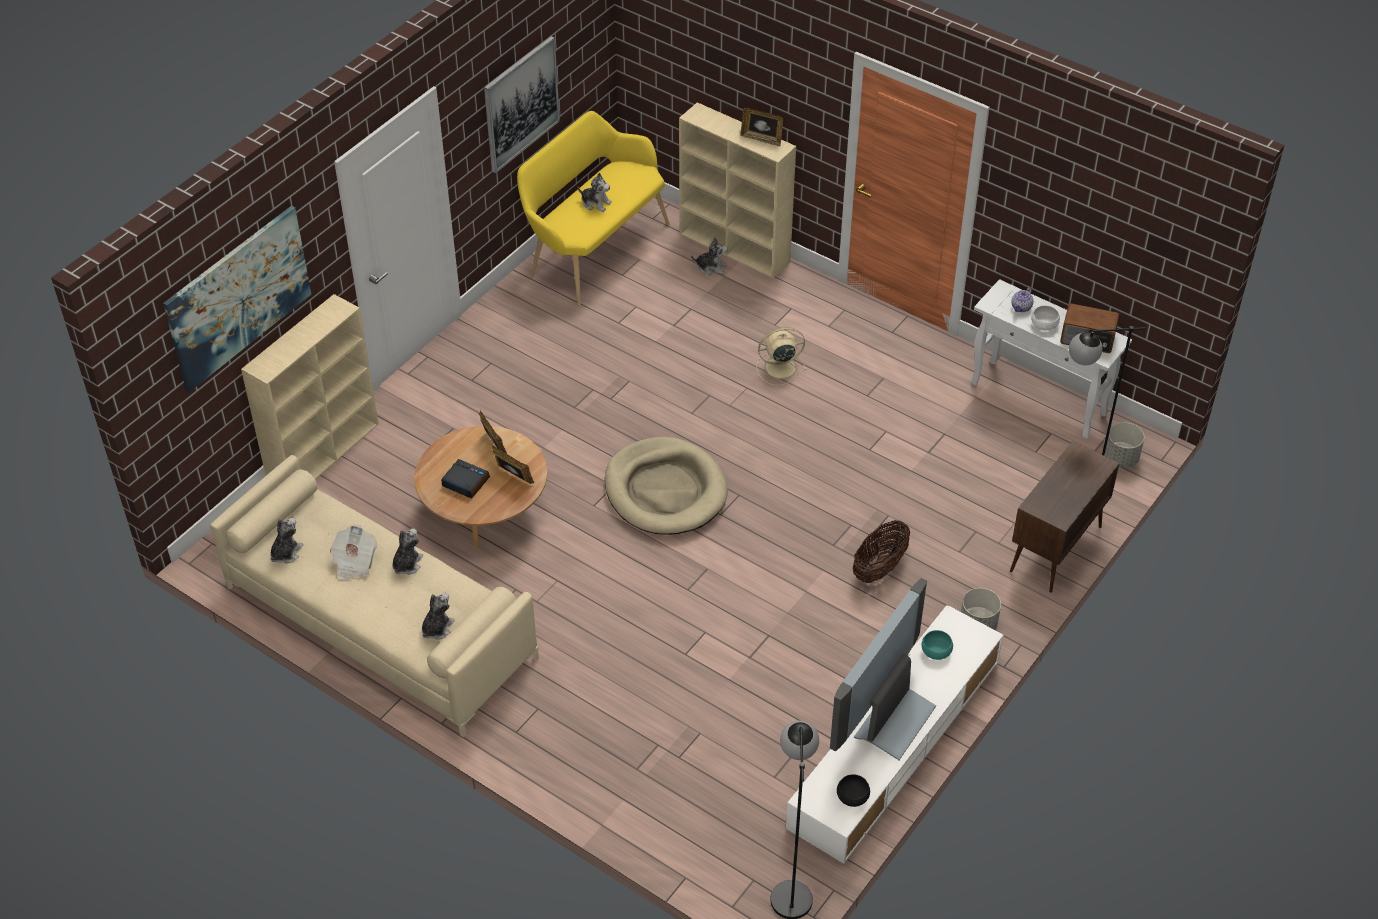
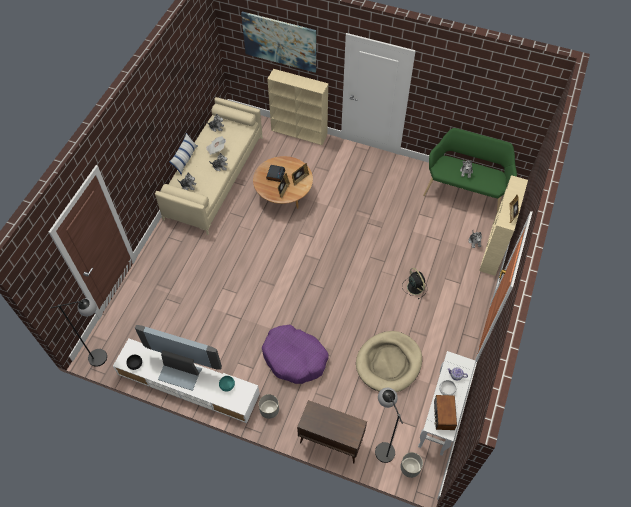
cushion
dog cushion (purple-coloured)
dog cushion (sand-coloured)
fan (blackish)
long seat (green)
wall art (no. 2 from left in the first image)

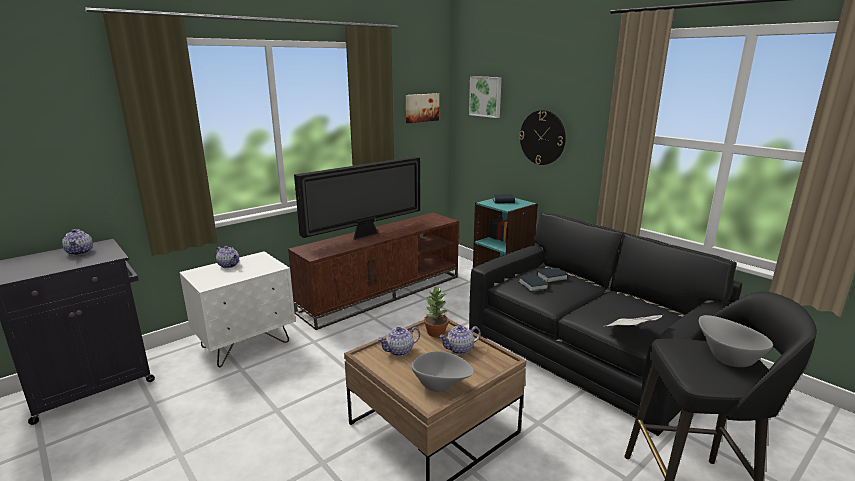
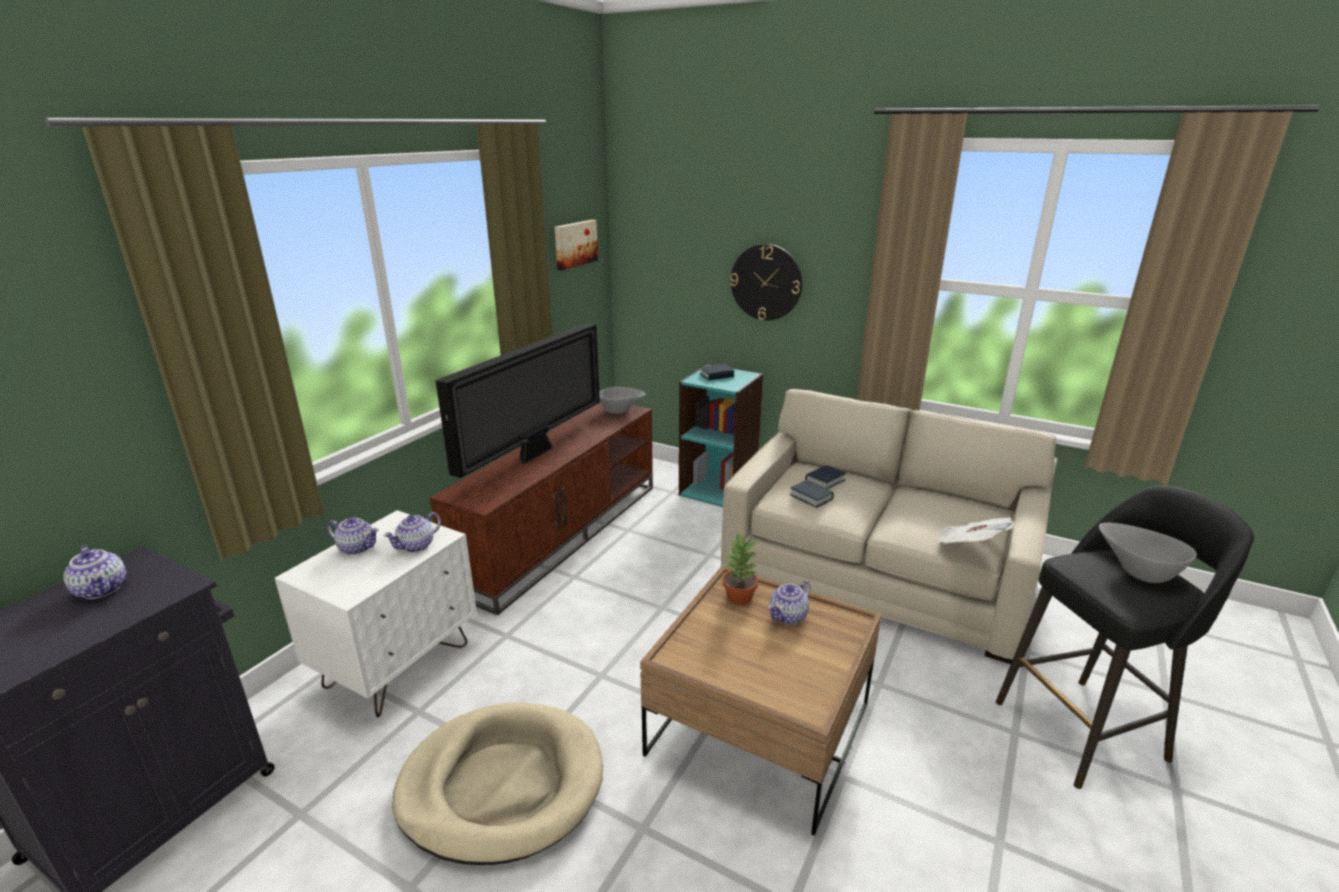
tea pot (no. 3 from left)
dog cushion (sand-coloured)
deep dish (greyish) (no. 1 from left)
couch (sand-coloured)
wall art (no. 2 from left in the first image)

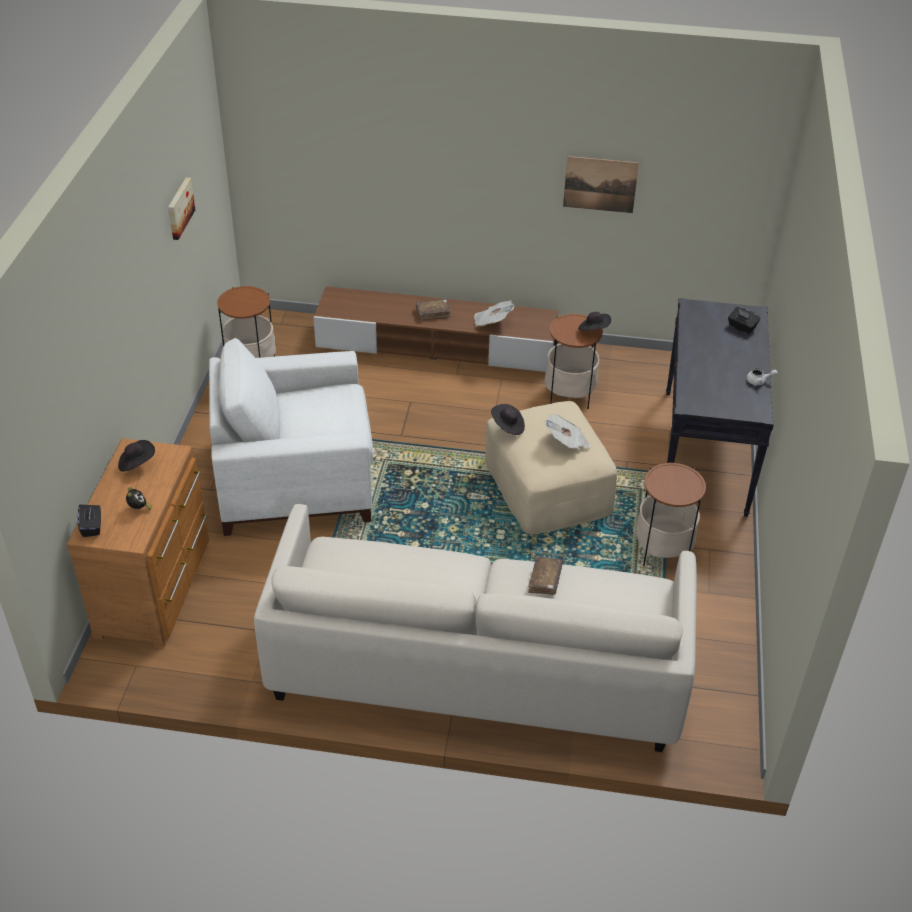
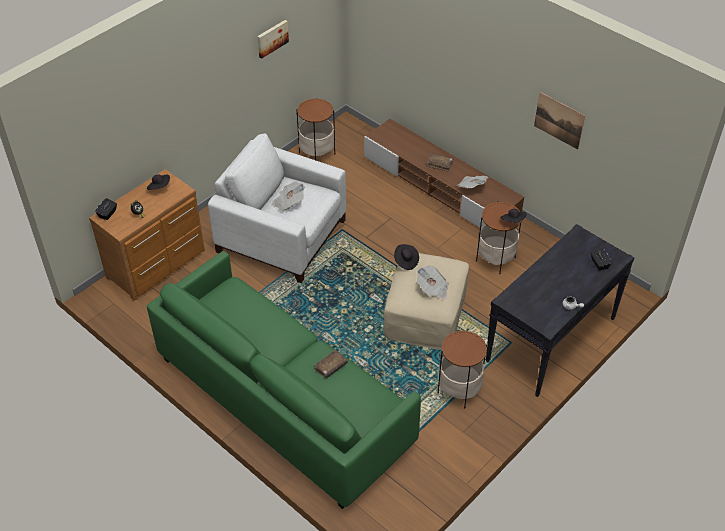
couch (green)
newspaper (no. 1 from left)

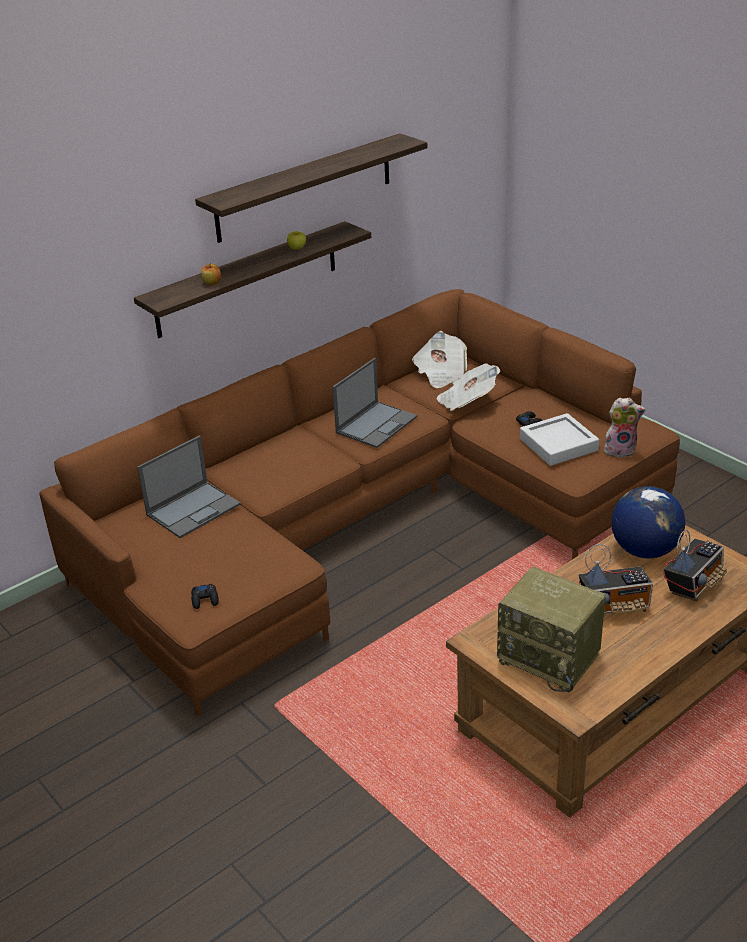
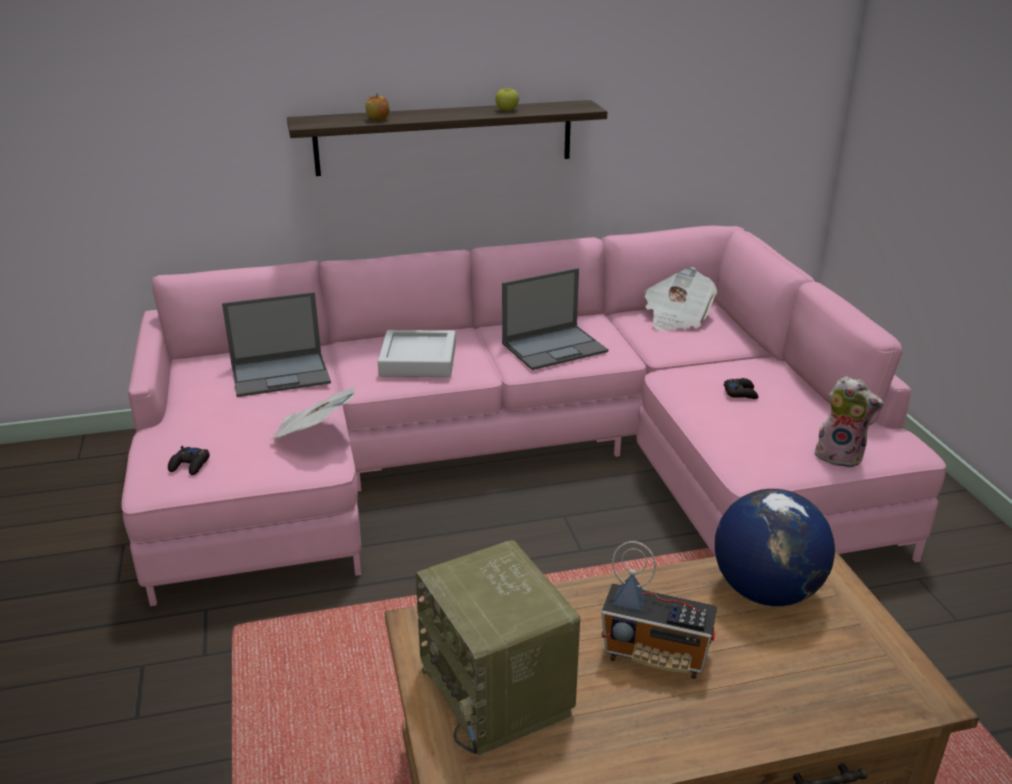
couch (pink)
newspaper (no. 1 from left)
serving tray (greyish)
wall shelf (no. 2 from left in the first image)
radio (no. 3 from left in the first image)

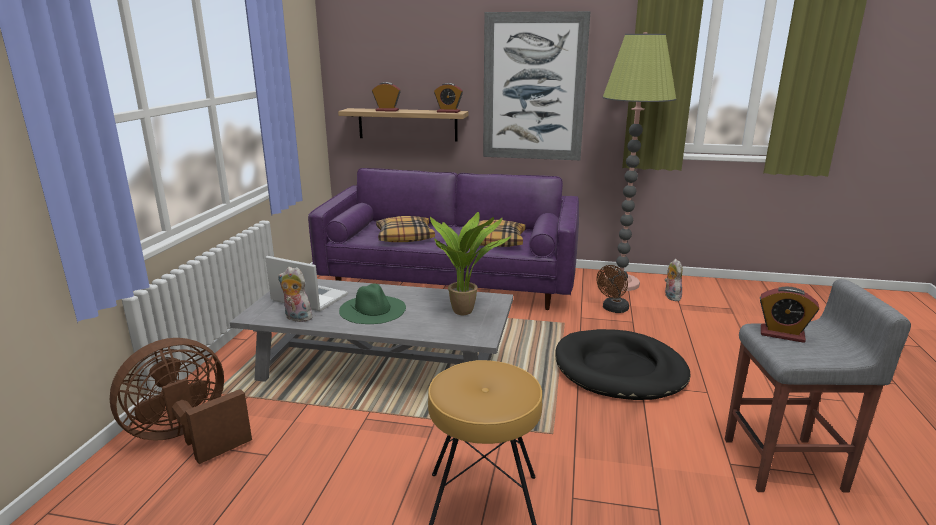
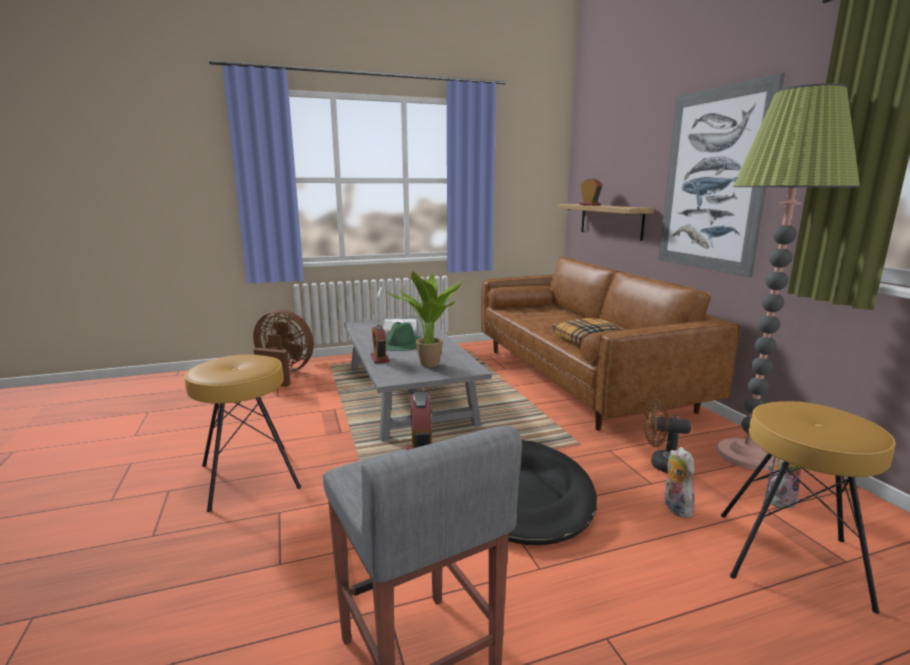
alarm clock (no. 1 from left)
couch (brown-coloured)
cuddly toy (no. 1 from left)
stool (brown-coloured) (no. 2 from left)
cushion (no. 1 from left in the first image)

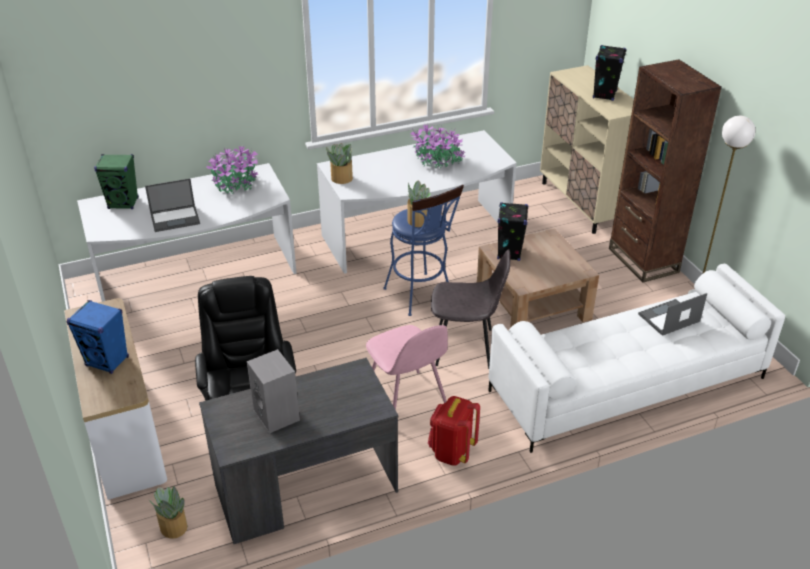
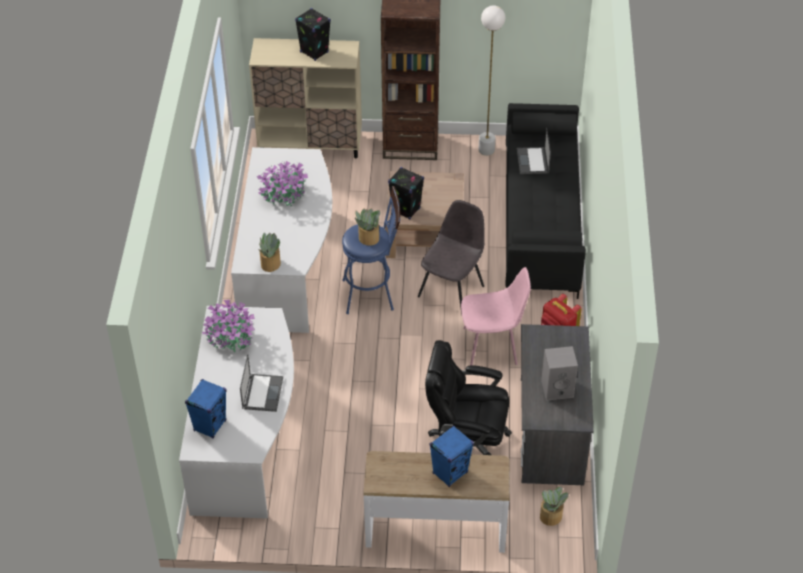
audio speaker (blue-coloured) (no. 1 from left)
couch (blackish)

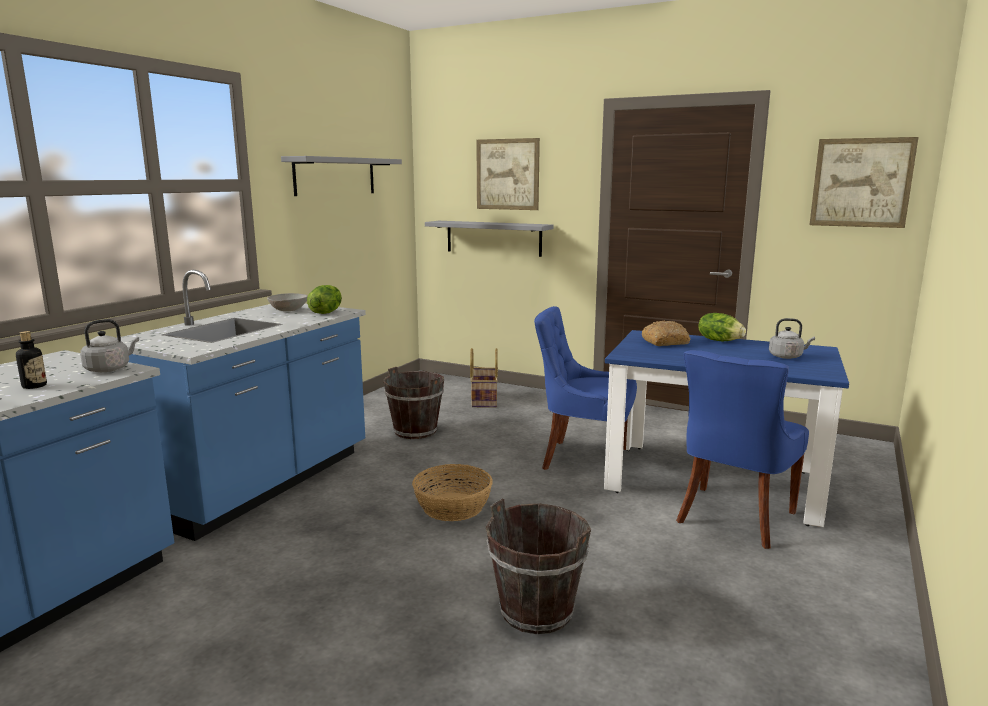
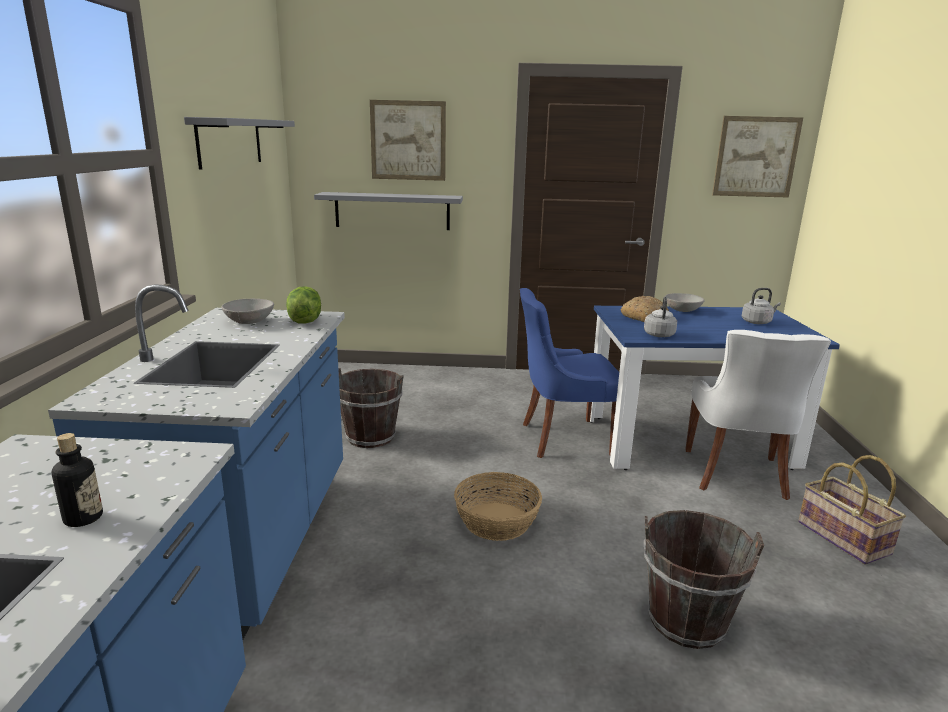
water kettle (greyish) (no. 1 from left)
deep dish (greyish) (no. 2 from left)
upright chair (white)
basket (no. 2 from left)

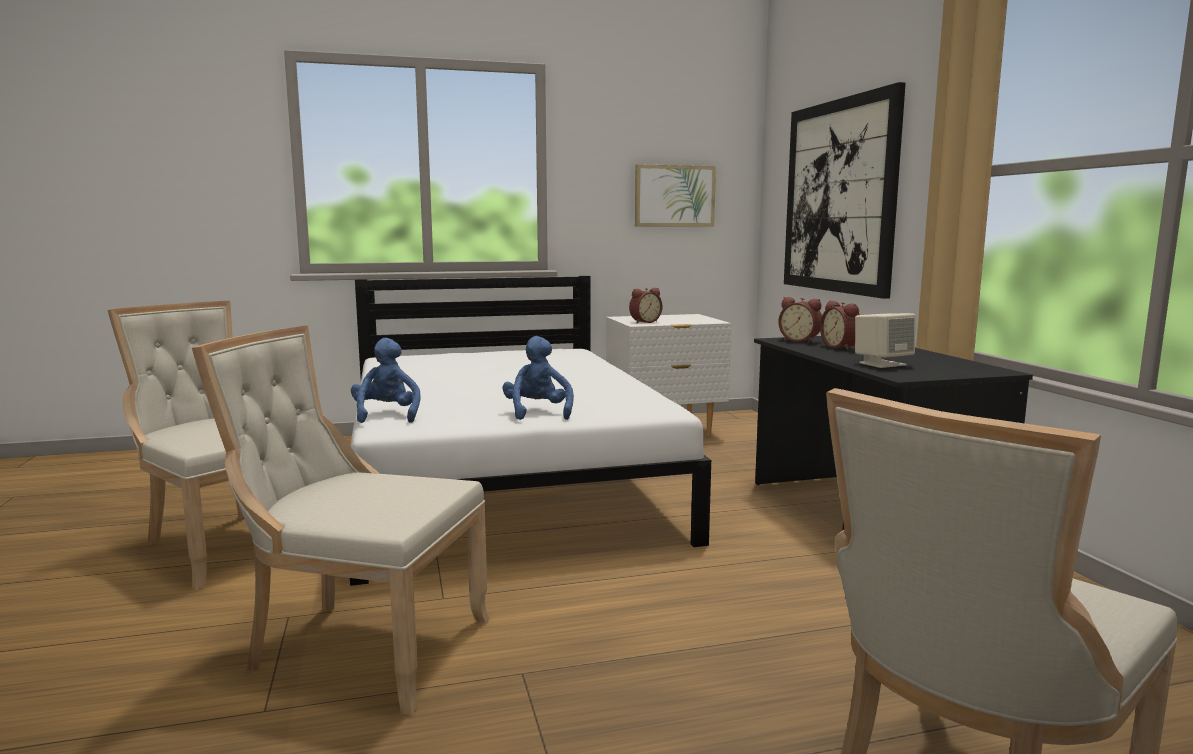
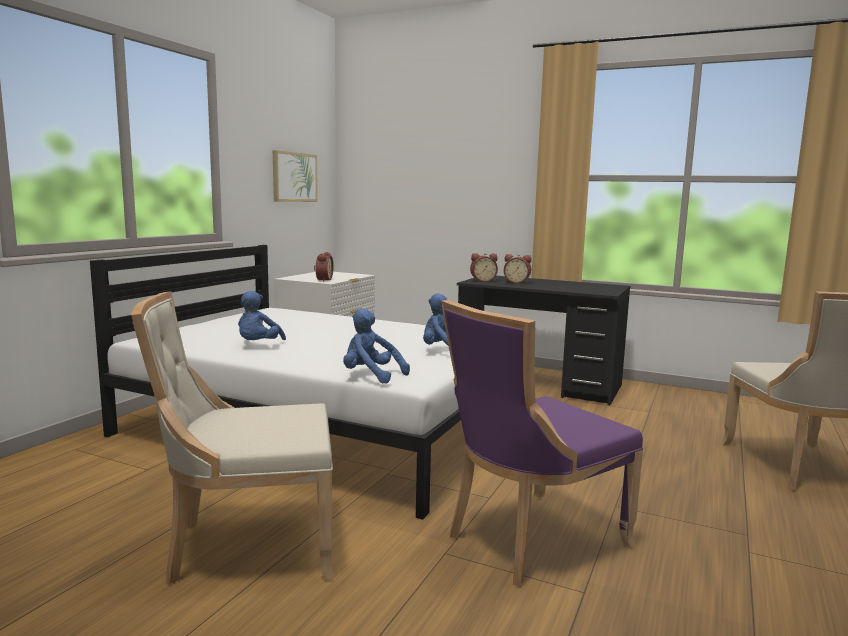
cuddly toy (blue-coloured) (no. 1 from left)
upright chair (purple-coloured)
wall art (no. 2 from left in the first image)
audio speaker (sand-coloured)

